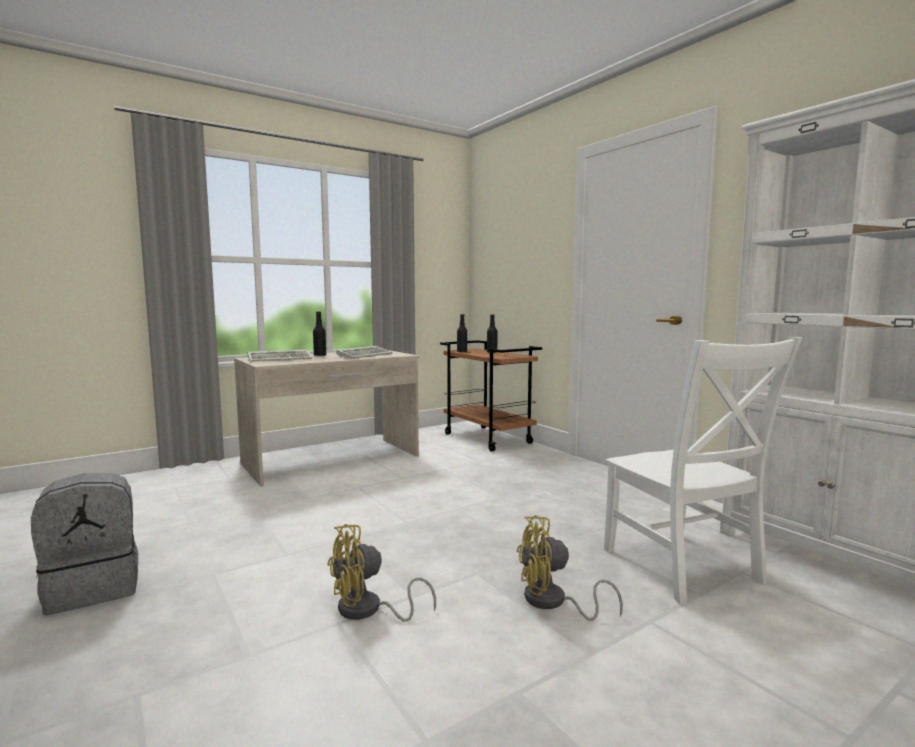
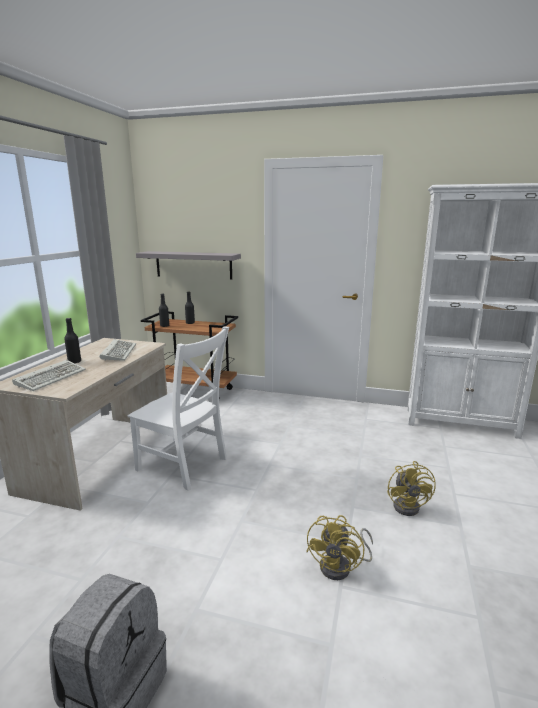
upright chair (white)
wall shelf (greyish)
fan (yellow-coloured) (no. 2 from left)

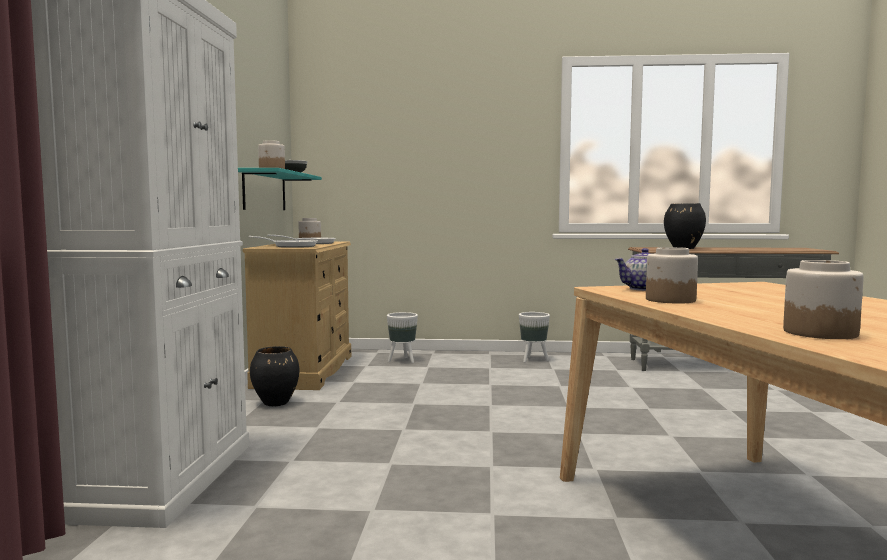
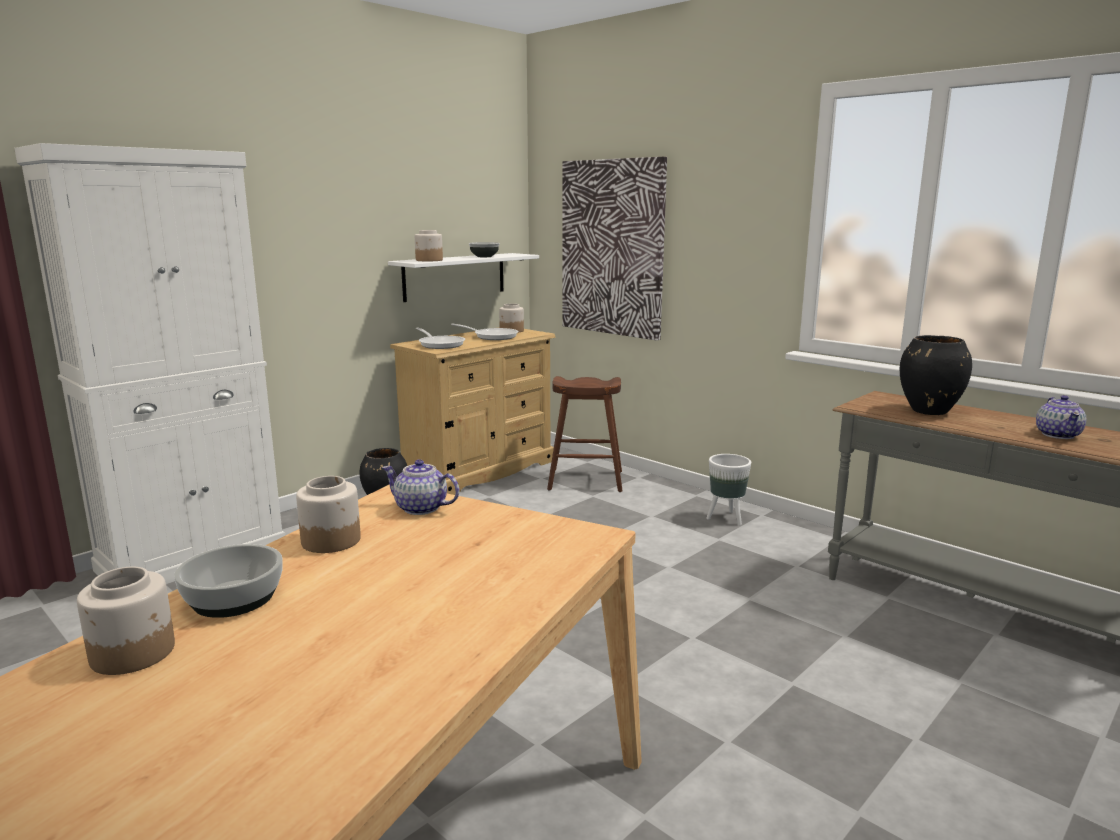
deep dish (no. 1 from left)
wall shelf (white)
stool (brown-coloured)
wall art
tea pot (no. 2 from left)

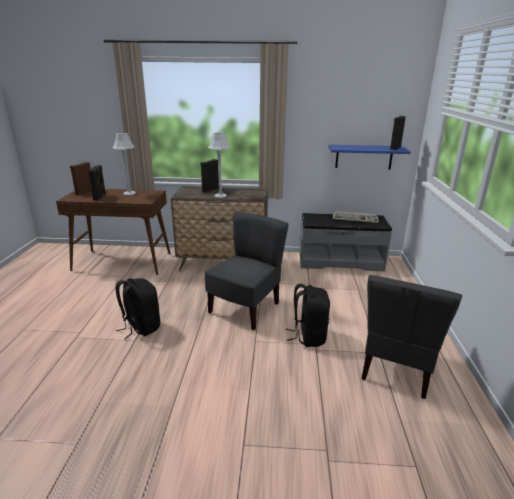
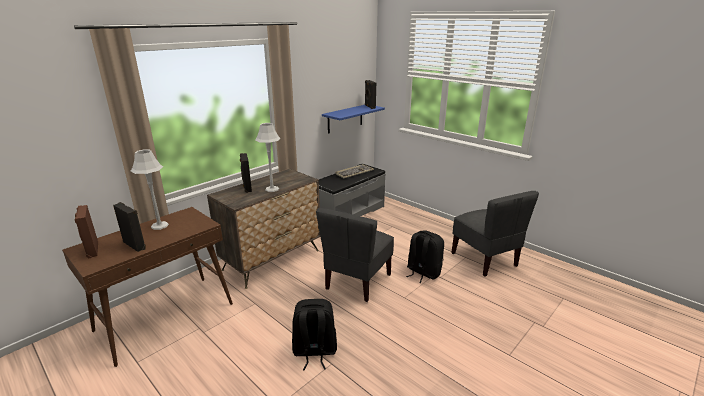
upright chair (greyish) (no. 1 from left)

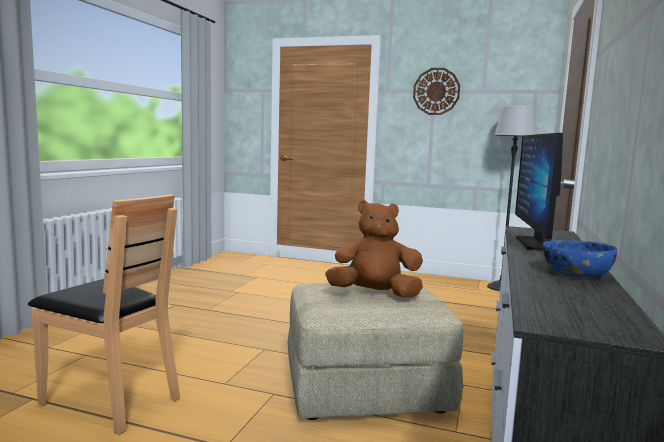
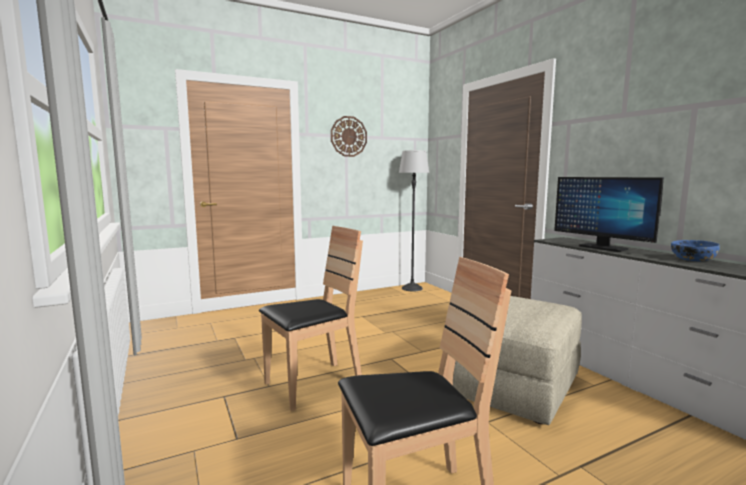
upright chair (brown-coloured) (no. 1 from left)
cuddly toy (brown-coloured)

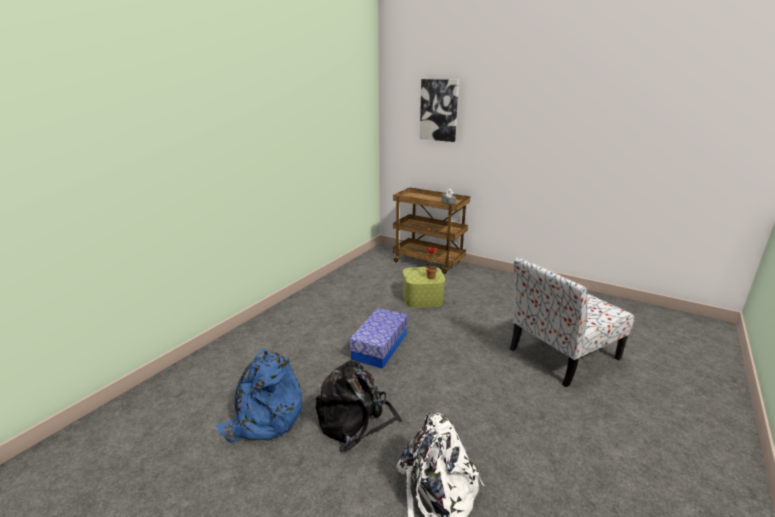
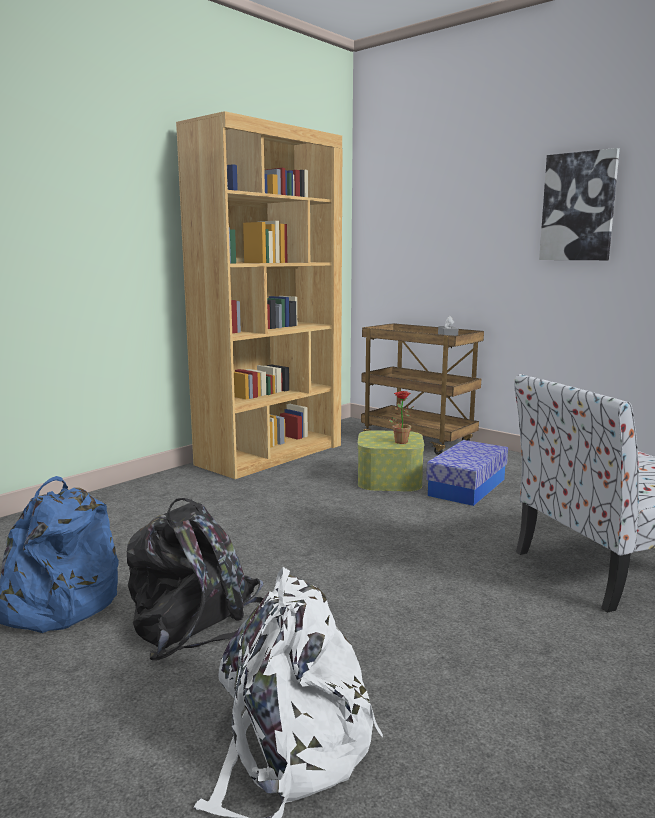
bookcase (brown-coloured)
storage box (no. 2 from left)
wall art

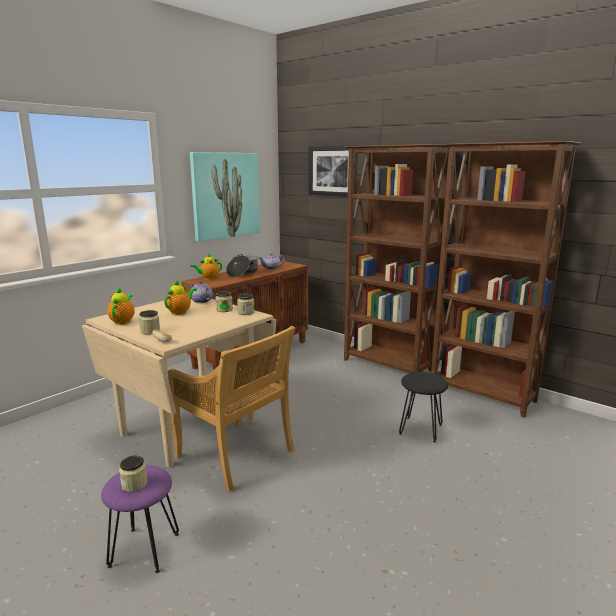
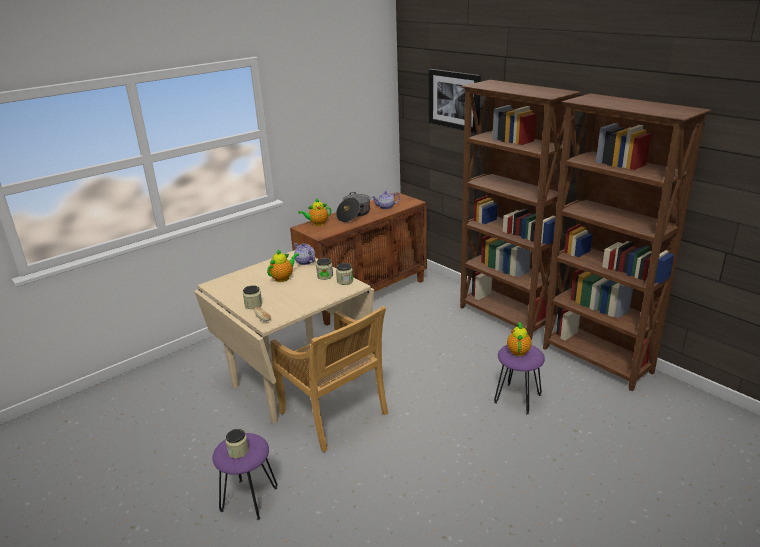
stool (purple-coloured) (no. 2 from left)
tea pot (no. 5 from left)
wall art (no. 1 from left in the first image)

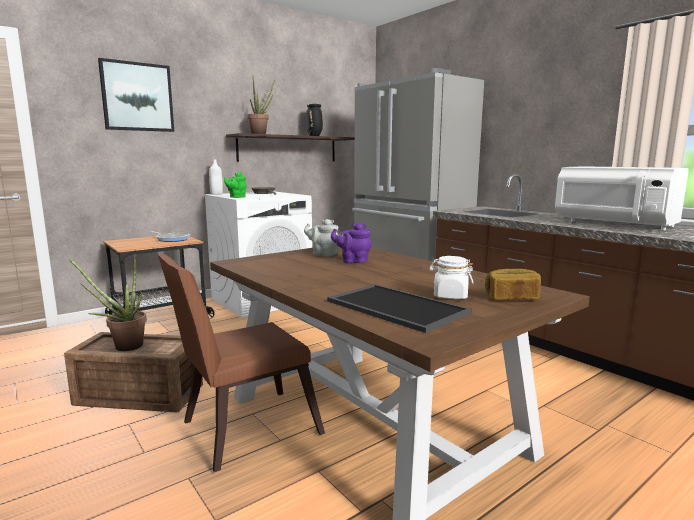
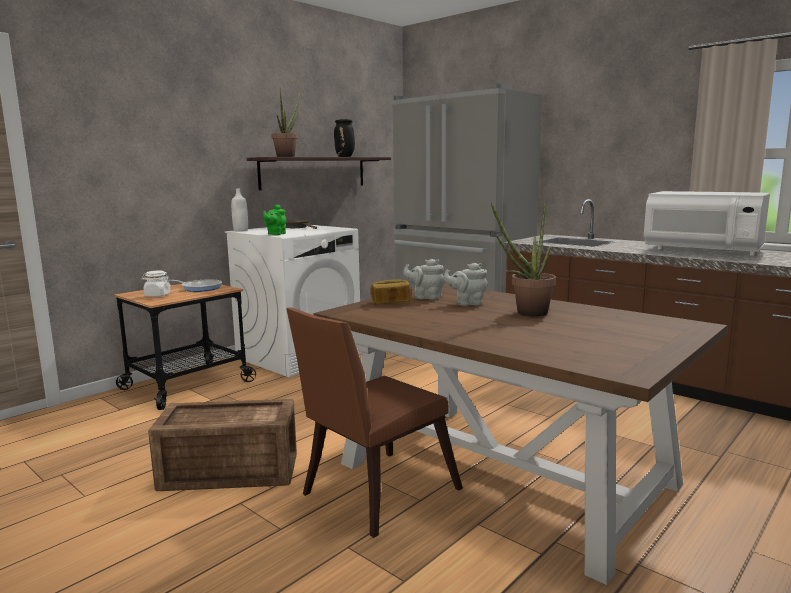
preserve jar (white)
bread
tea pot (greyish) (no. 2 from left)
houseplant (no. 2 from left)
wall art
serving tray

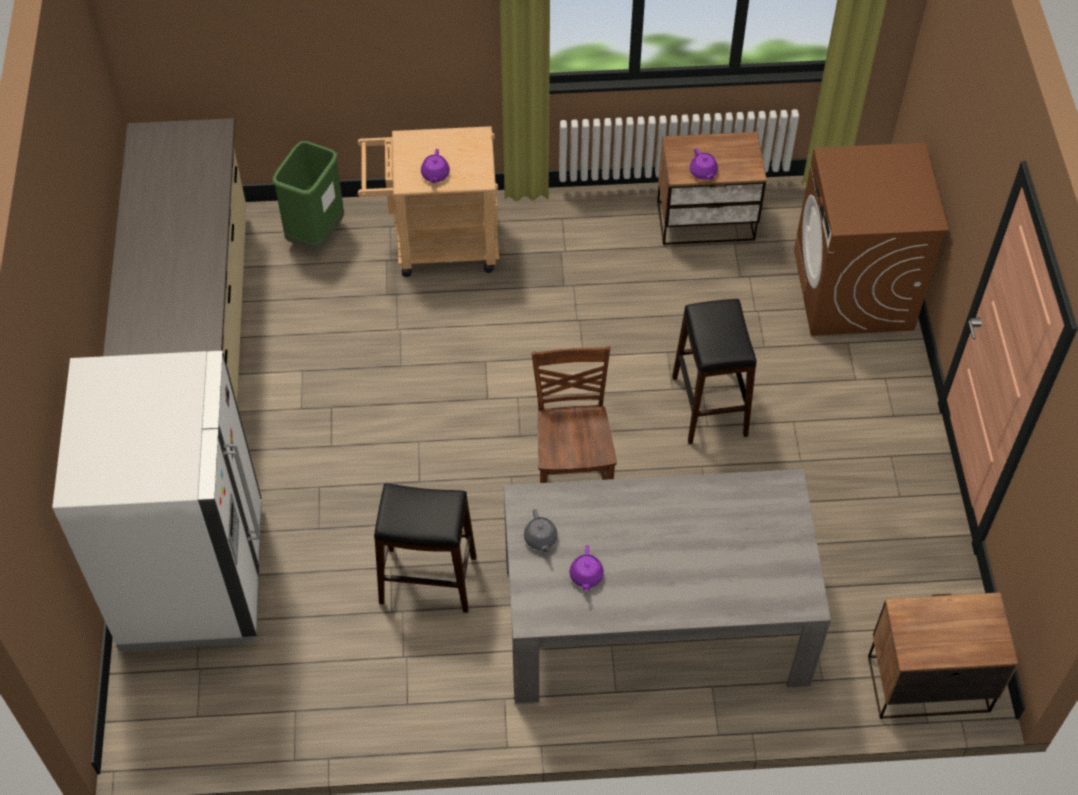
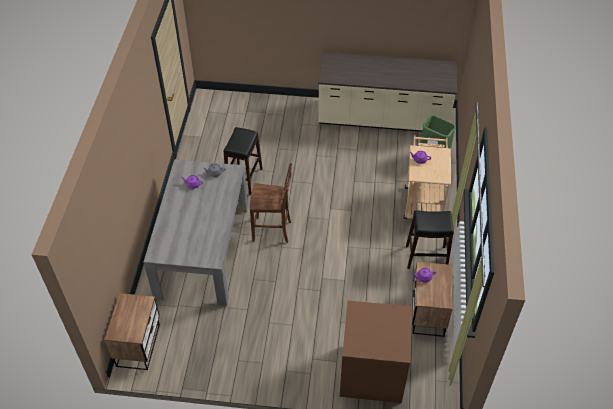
stool (blackish) (no. 2 from left)
refrigerator (white)

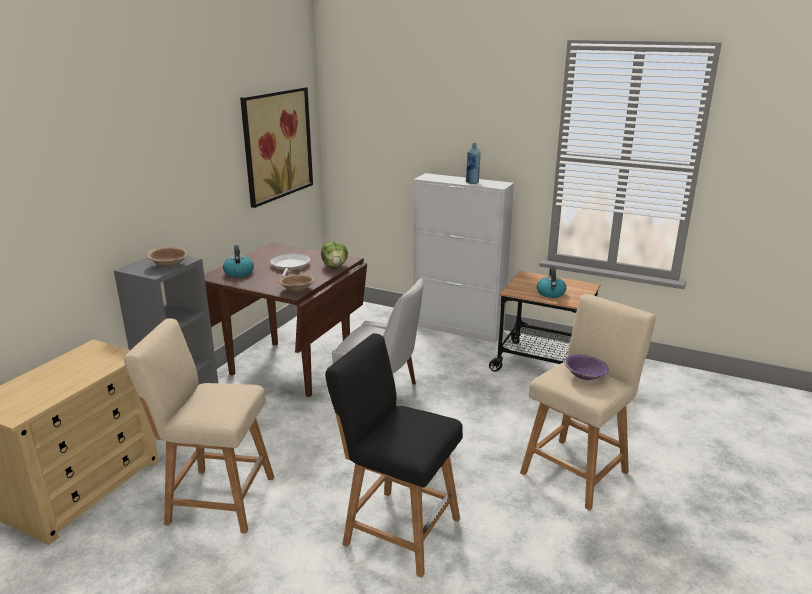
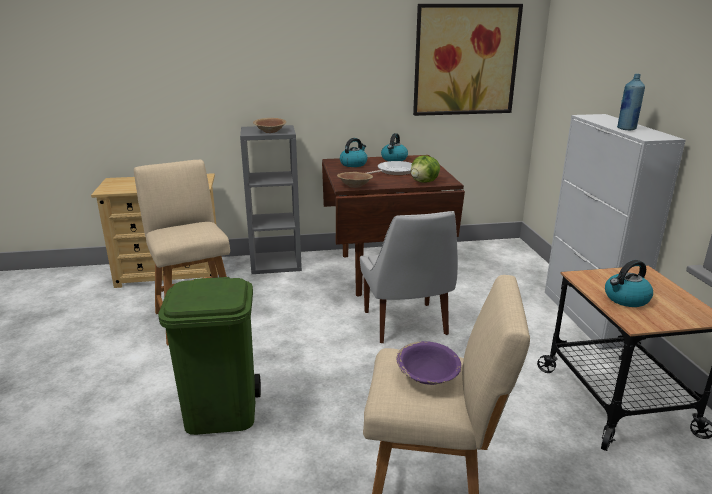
trash can (green)
water kettle (no. 2 from left)

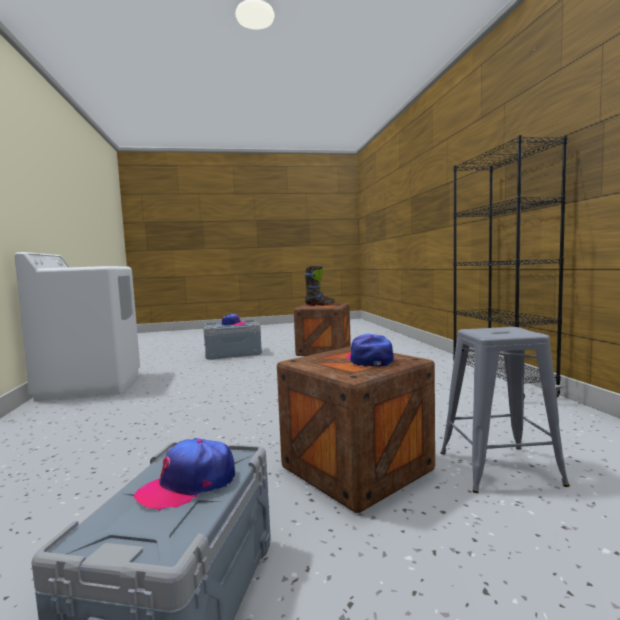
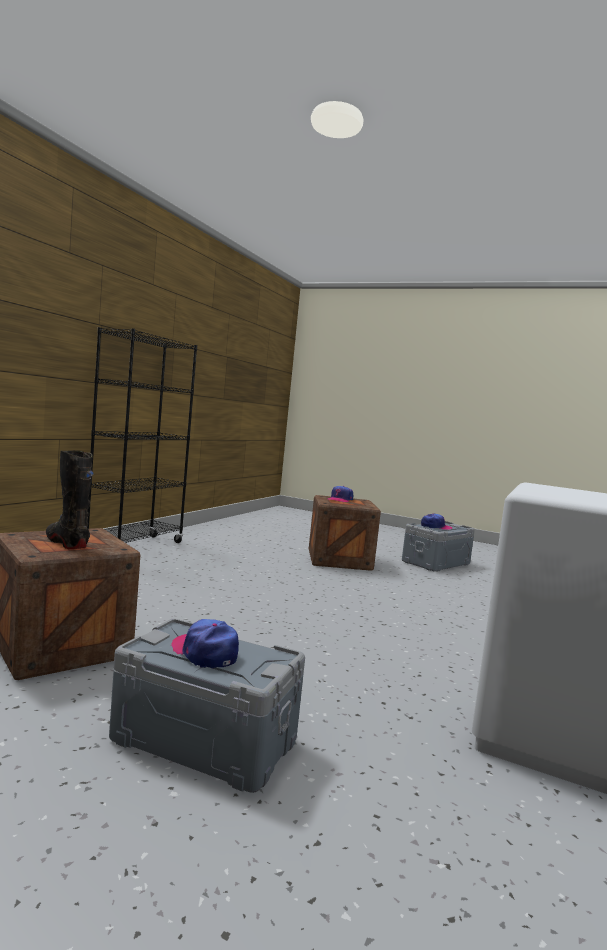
stool (greyish)

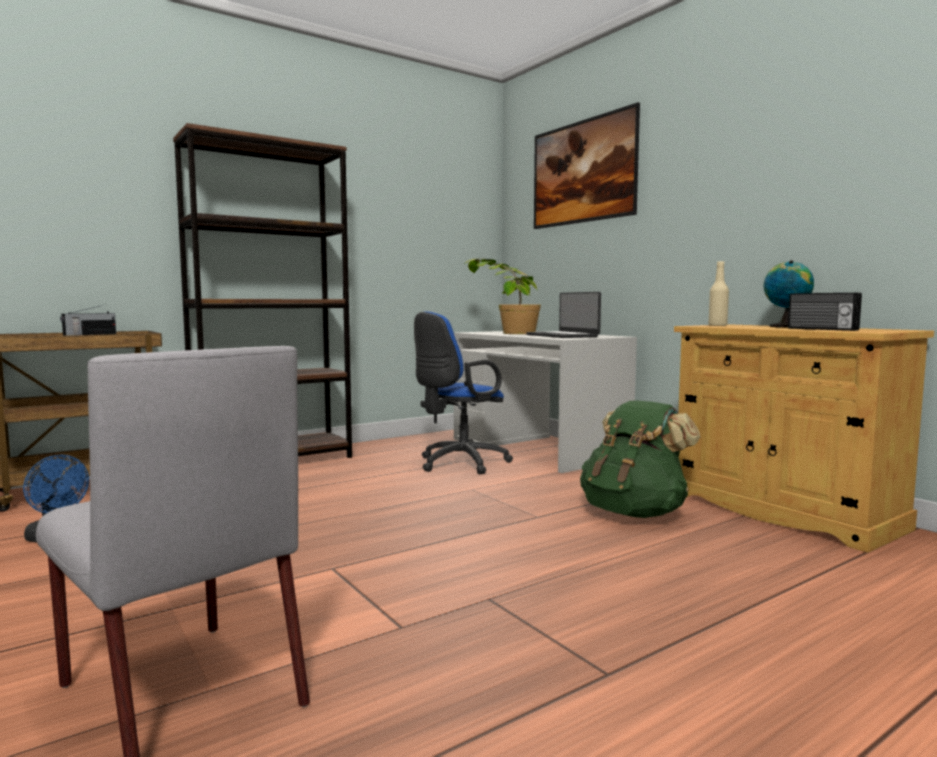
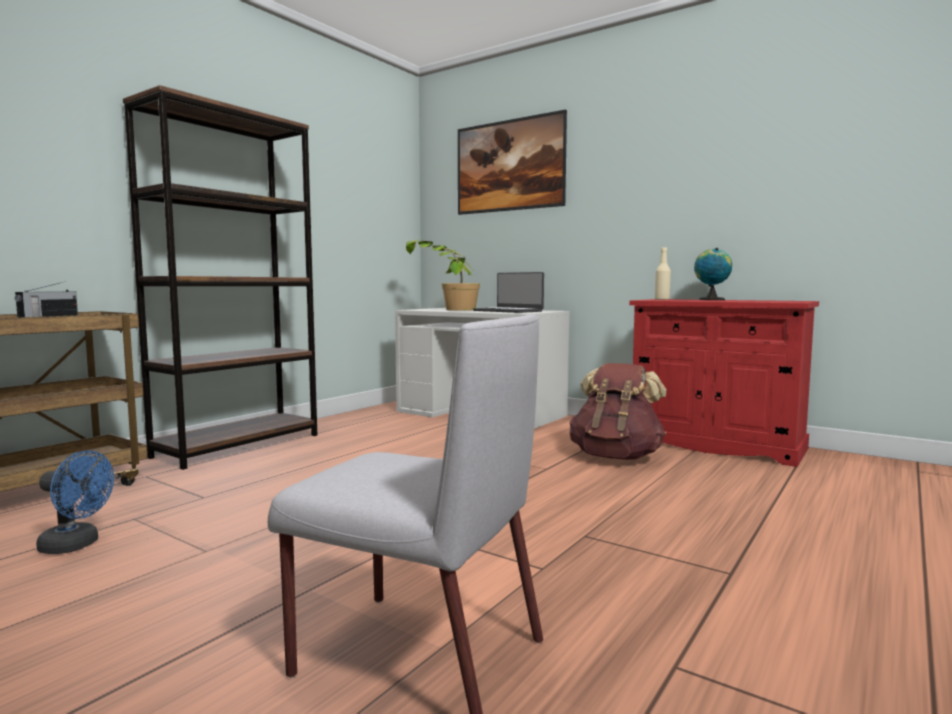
rucksack (brown-coloured)
storage cabinet (red)
desk chair (blue-coloured)
radio (no. 2 from left in the first image)

